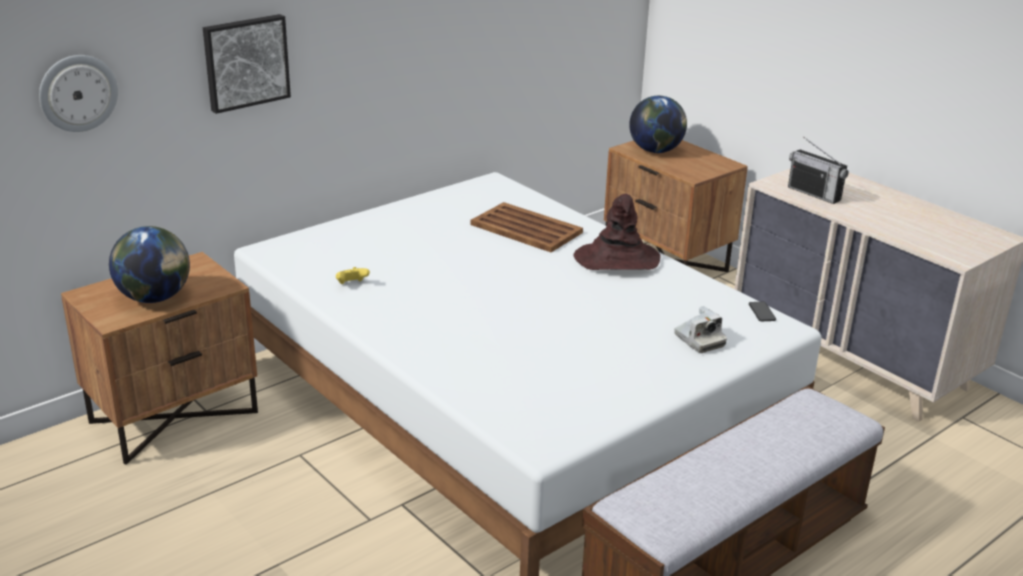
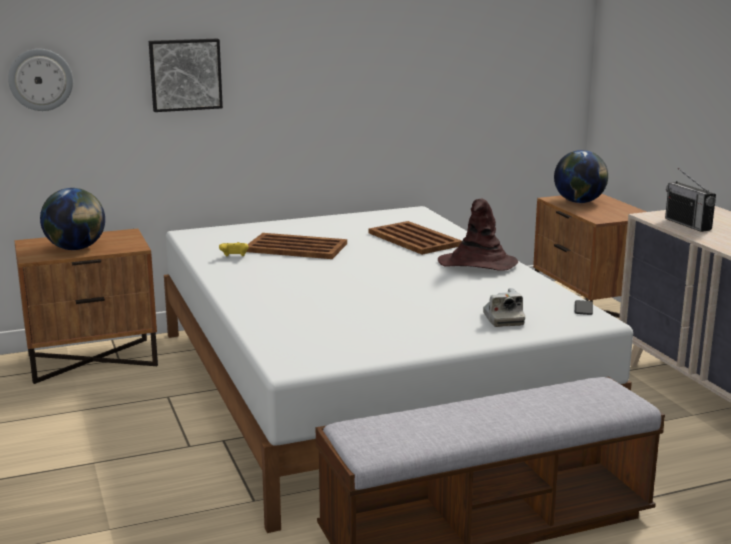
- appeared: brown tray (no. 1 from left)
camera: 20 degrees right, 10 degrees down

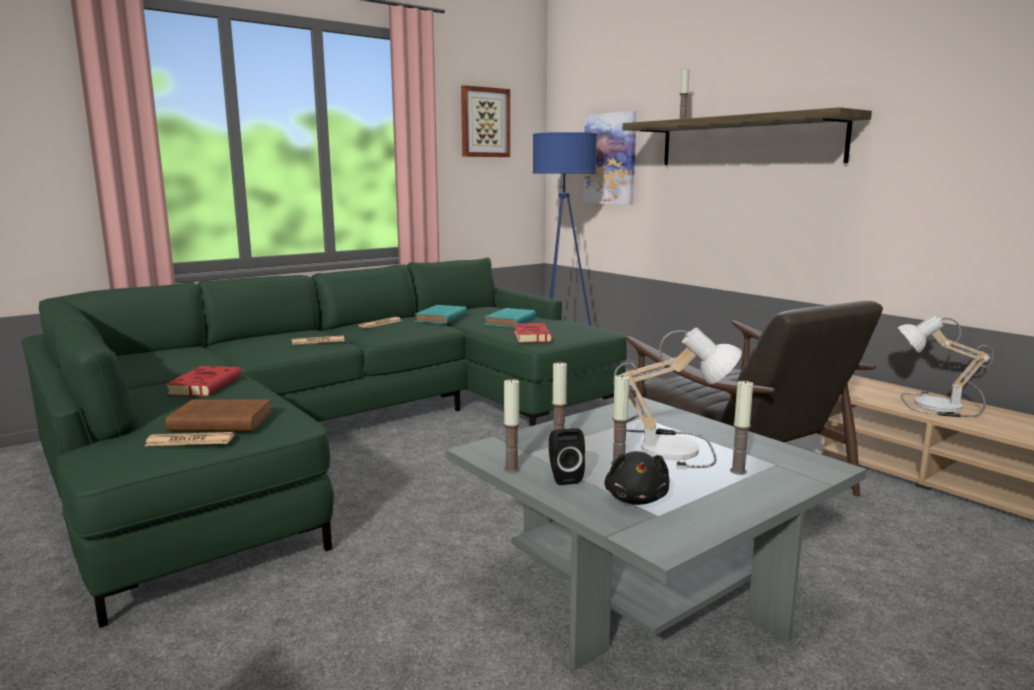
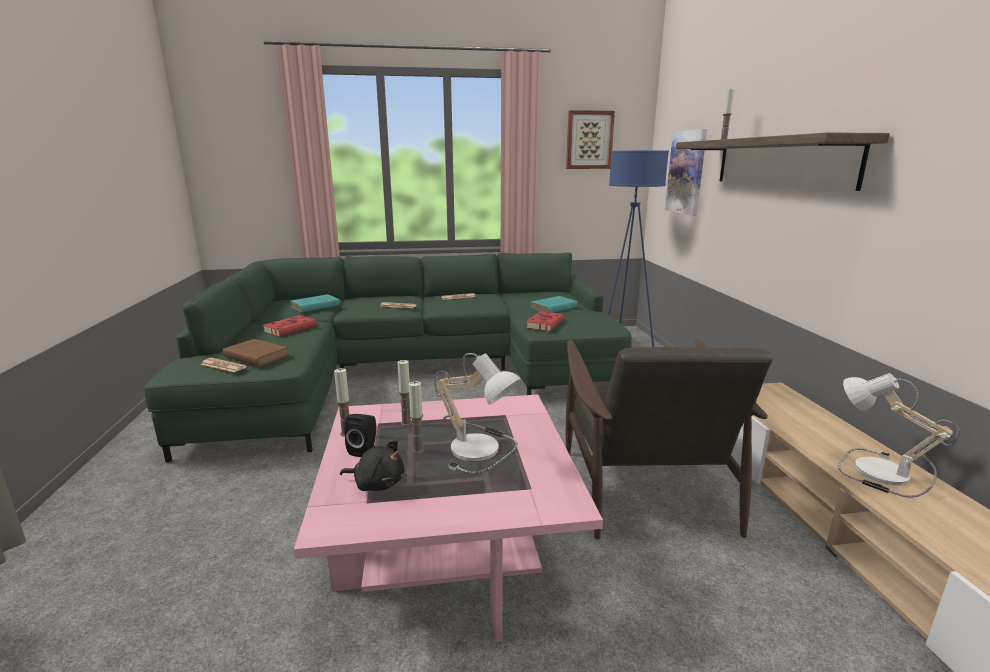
- relocated: turquoise book (no. 1 from left)
- colour: grey coffee table to pink coffee table
- spun: black plush toy 105 degrees counterclockwise
- missing: candle (no. 5 from left)
camera: 30 degrees right, 5 degrees up

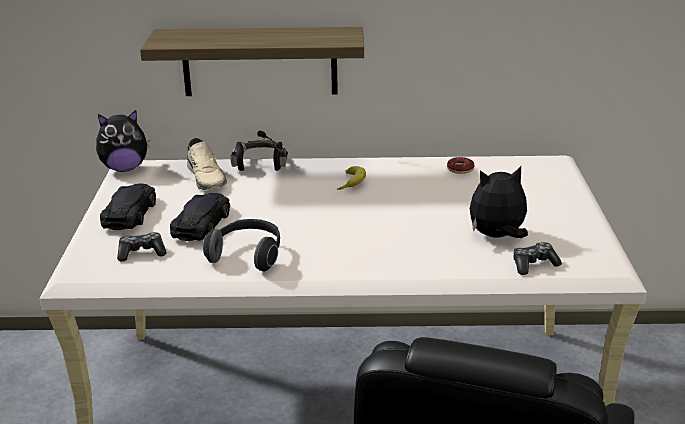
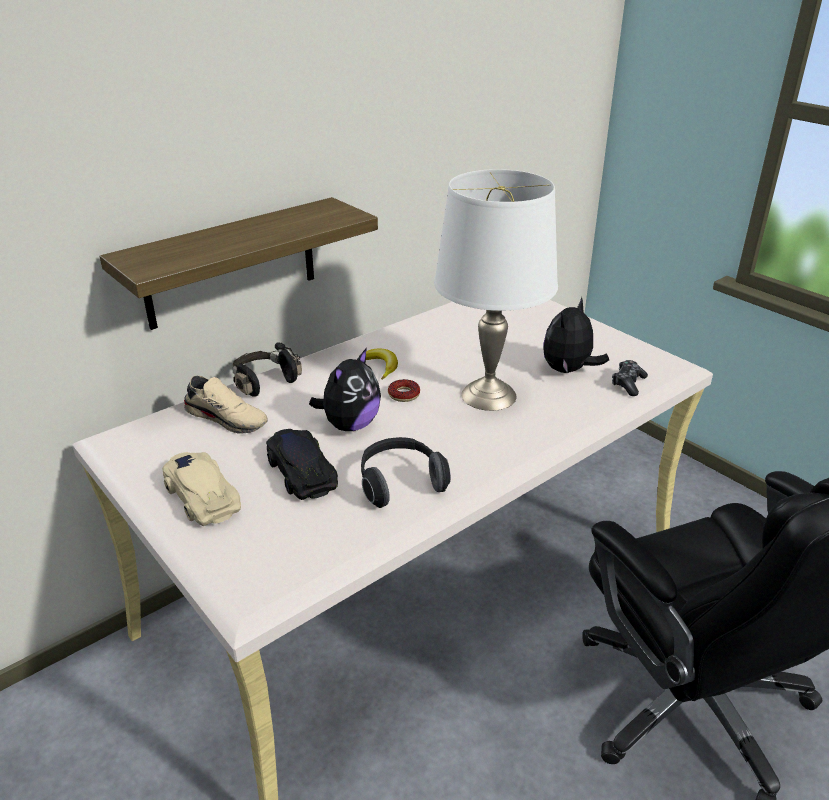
- relocated: plush toy (no. 1 from left)
- colour: black toy car (no. 1 from left) to beige toy car
- missing: game controller (no. 1 from left)
- relocated: donut
- appeared: white table lamp
camera: 40 degrees left, 5 degrees up

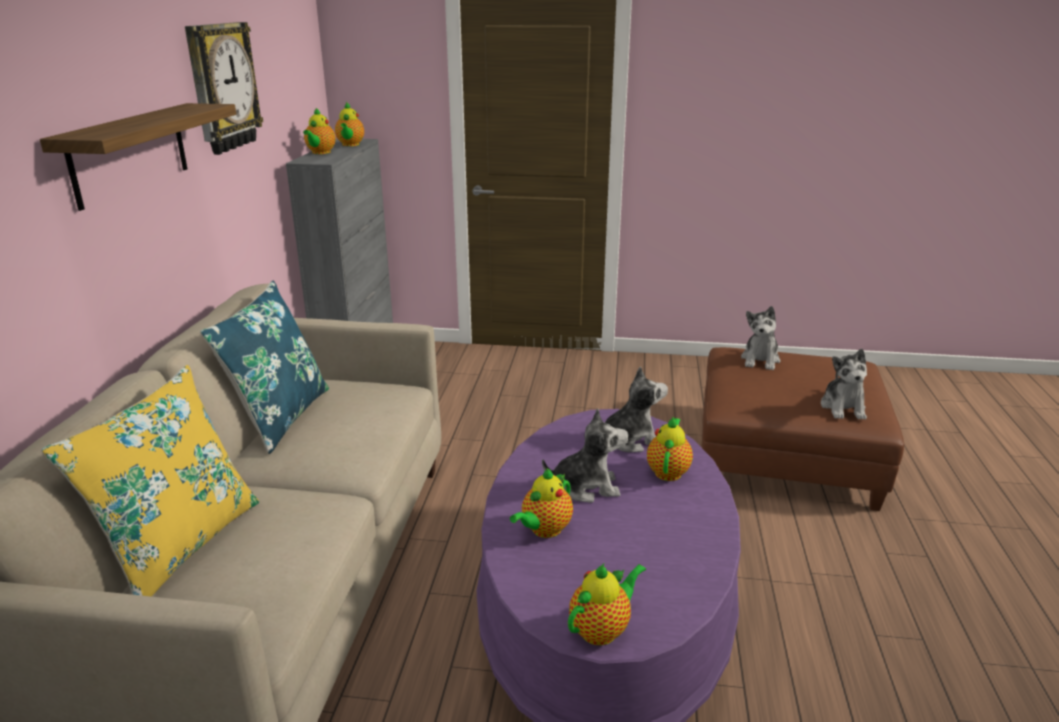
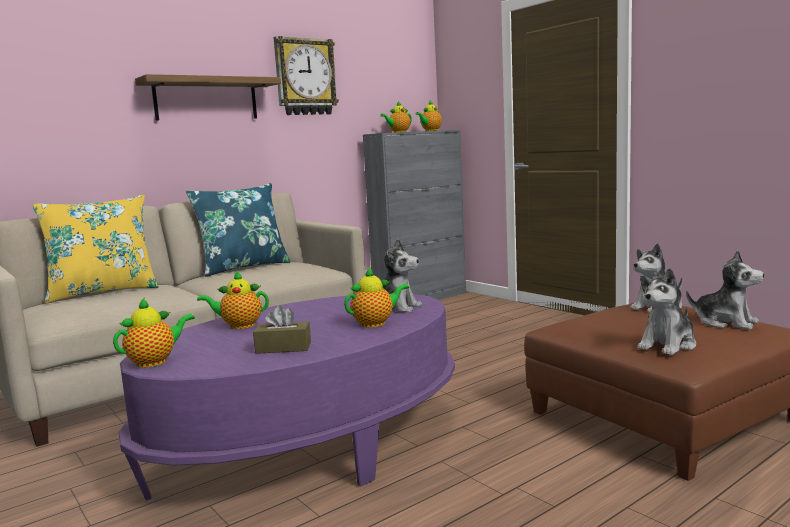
- relocated: plush toy (no. 1 from left in the first image) to plush toy (no. 4 from left)
- spun: teapot (no. 4 from left in the first image) 45 degrees counterclockwise
- appeared: brown tissue box
camera: 45 degrees right, 15 degrees down

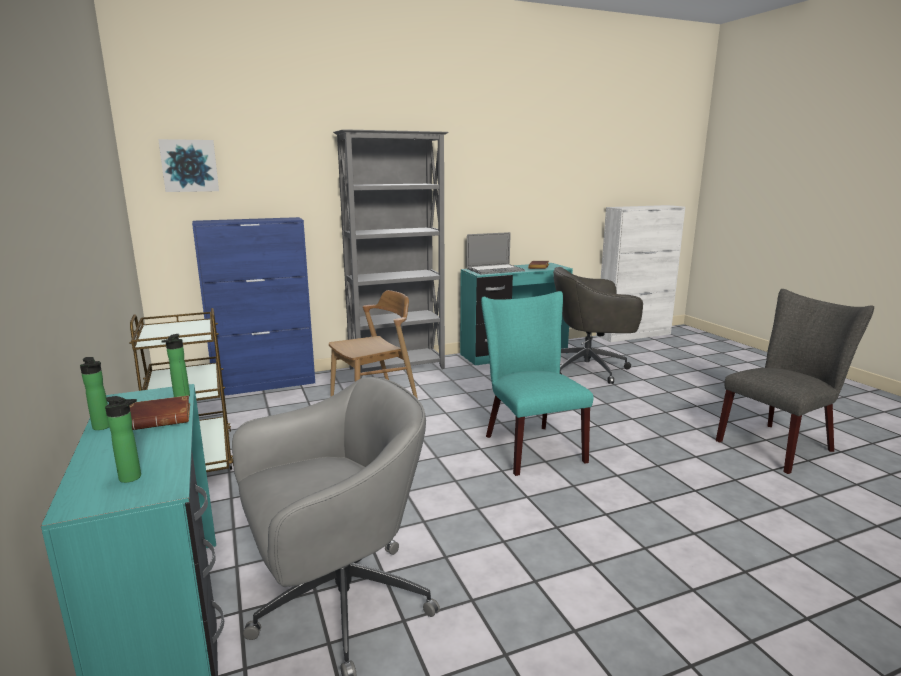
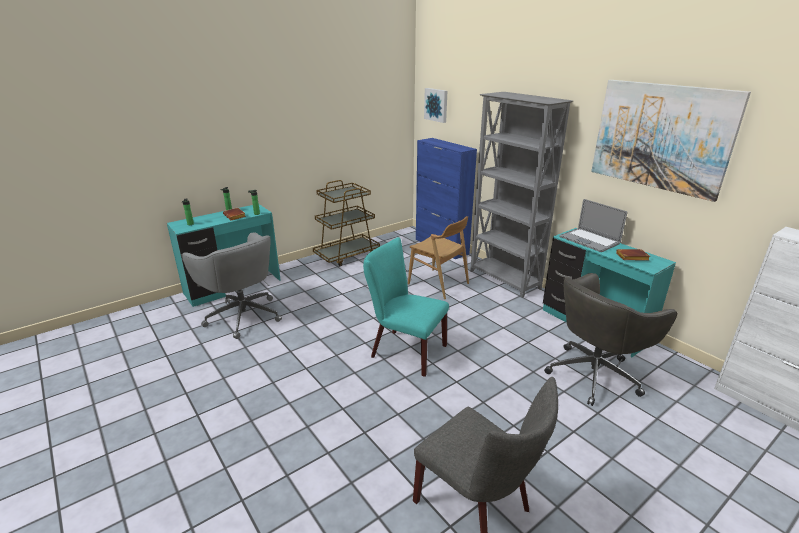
- spun: turquoise chair 120 degrees counterclockwise
- spun: grey office chair (no. 2 from left) 105 degrees counterclockwise
- appeared: picture (no. 2 from left)
camera: 75 degrees right, 10 degrees up

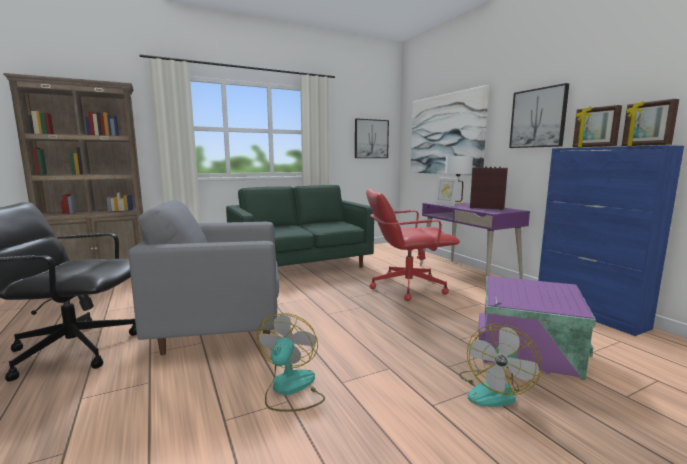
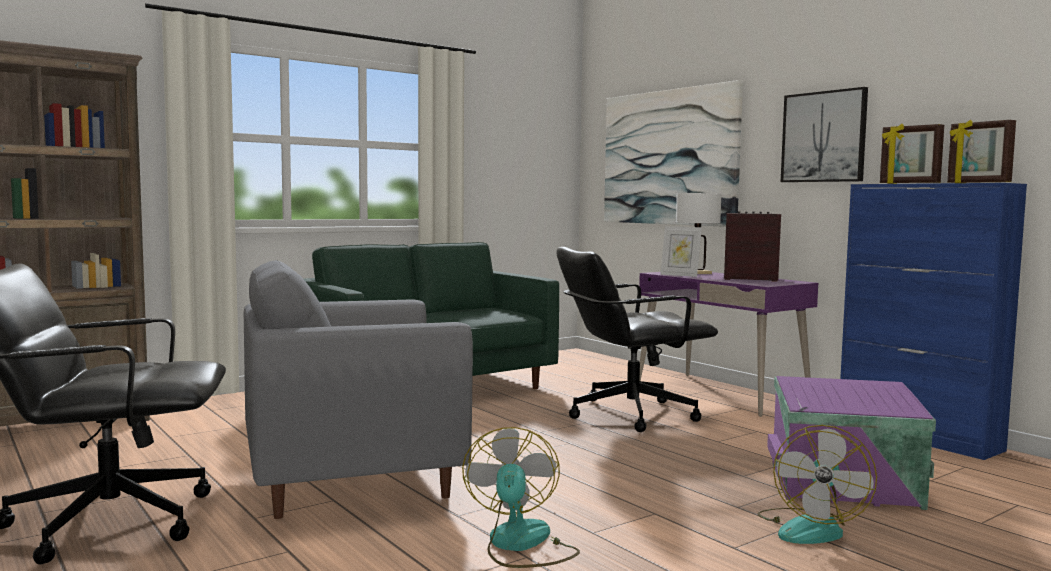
- missing: picture (no. 1 from left)
- colour: red office chair to black office chair (no. 2 from left)
camera: 10 degrees left, 5 degrees down

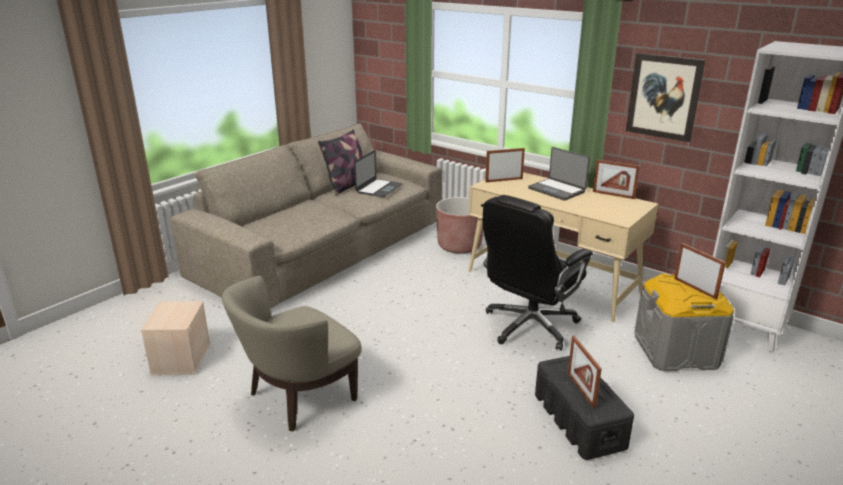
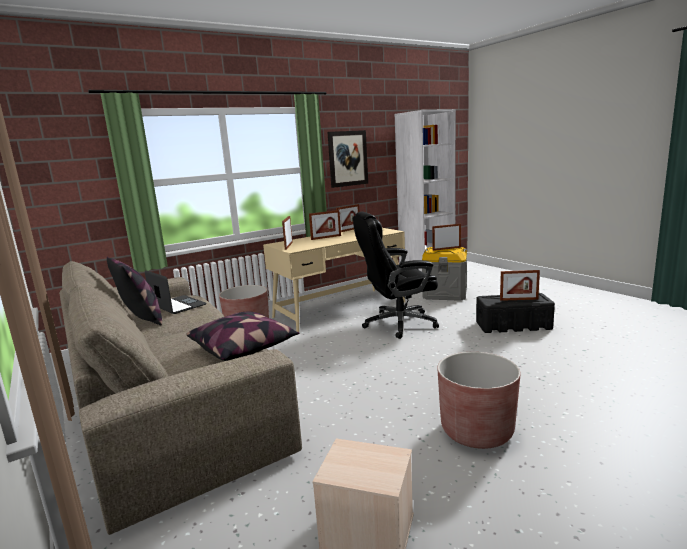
- exchanged: beige armchair to brown planter (no. 2 from left)
- spun: black office chair 105 degrees clockwise
- exchanged: laptop (no. 2 from left) to picture frame (no. 2 from left)
- appeared: pillow (no. 2 from left)
camera: 70 degrees left, 10 degrees down

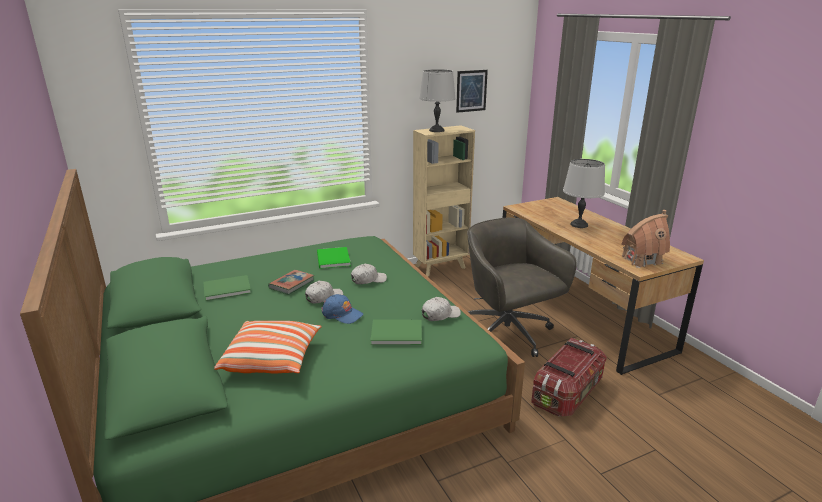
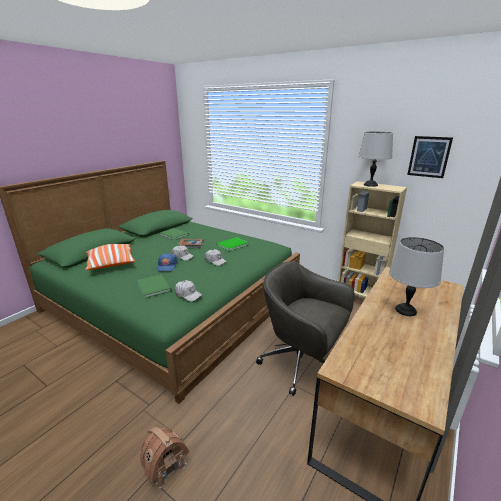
- spun: grey office chair 90 degrees counterclockwise
- missing: storage box
- relocated: toy house
camera: 60 degrees right, 0 degrees up

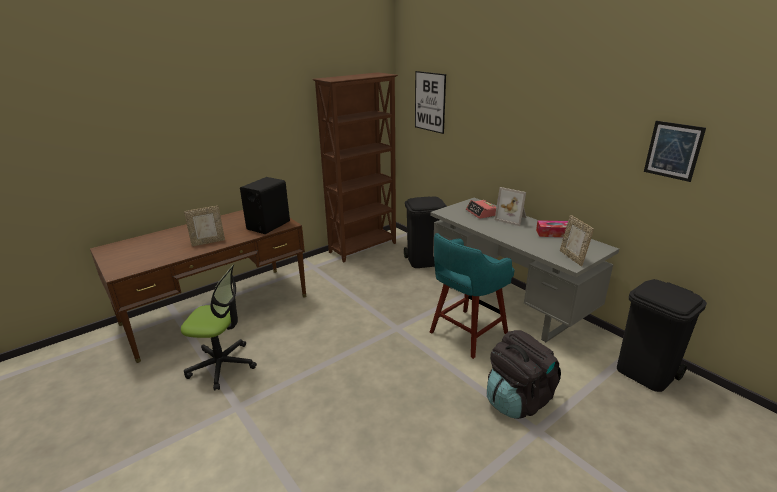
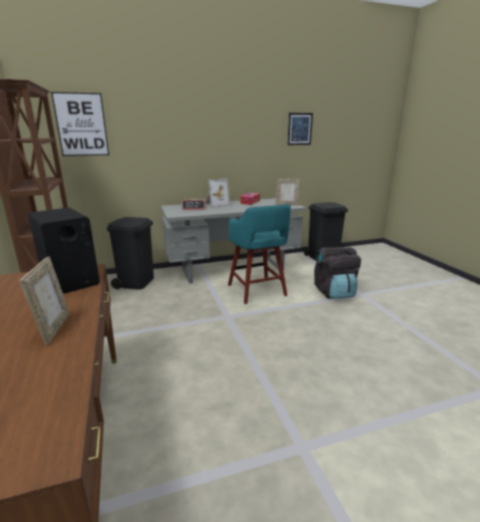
- missing: office chair
camera: 70 degrees left, 5 degrees down

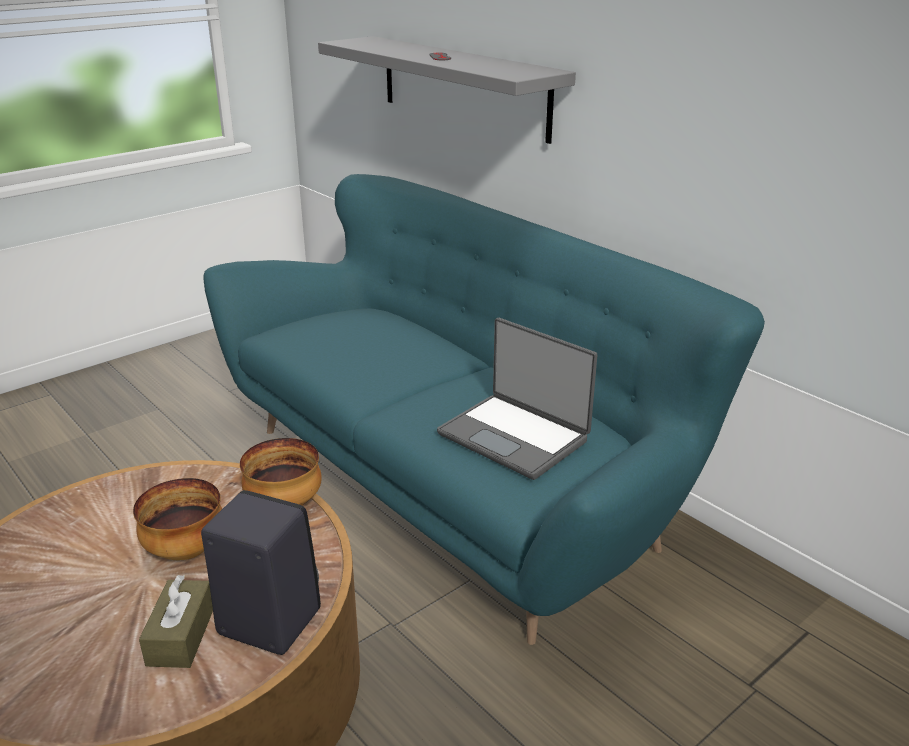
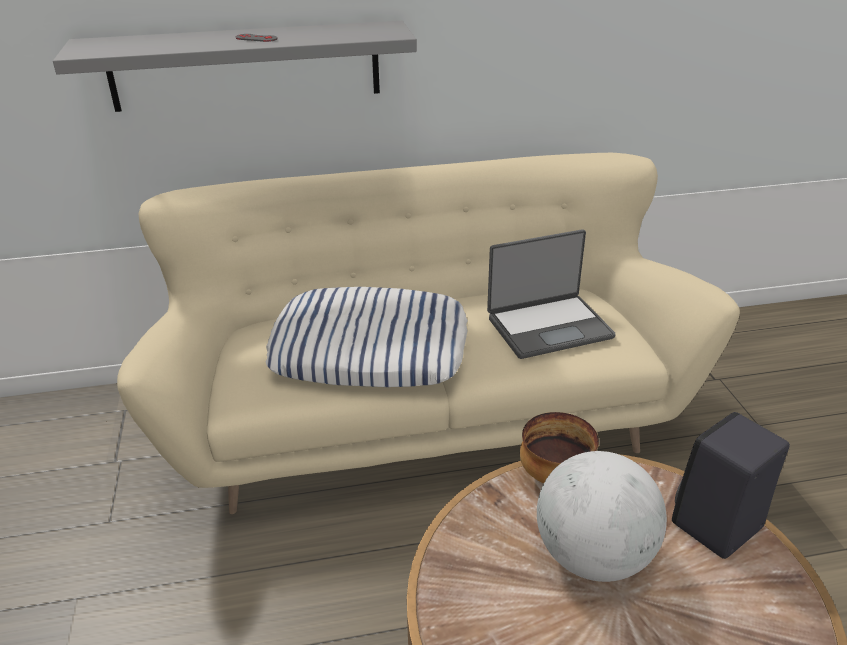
- exchanged: bowl (no. 1 from left) to globe
- missing: brown tissue box
- colour: turquoise sofa to beige sofa
- appeared: pillow
camera: 60 degrees left, 5 degrees up

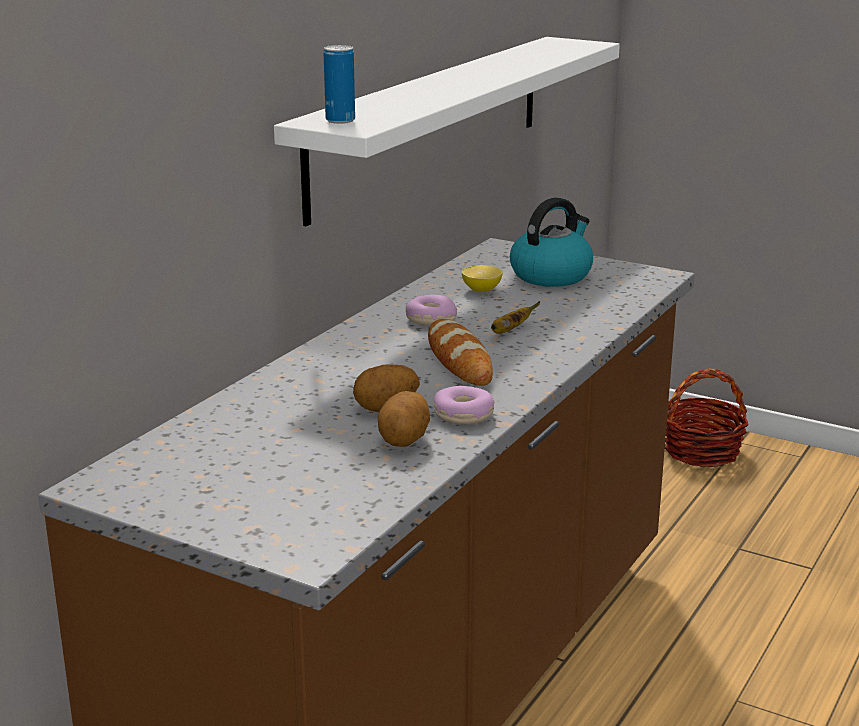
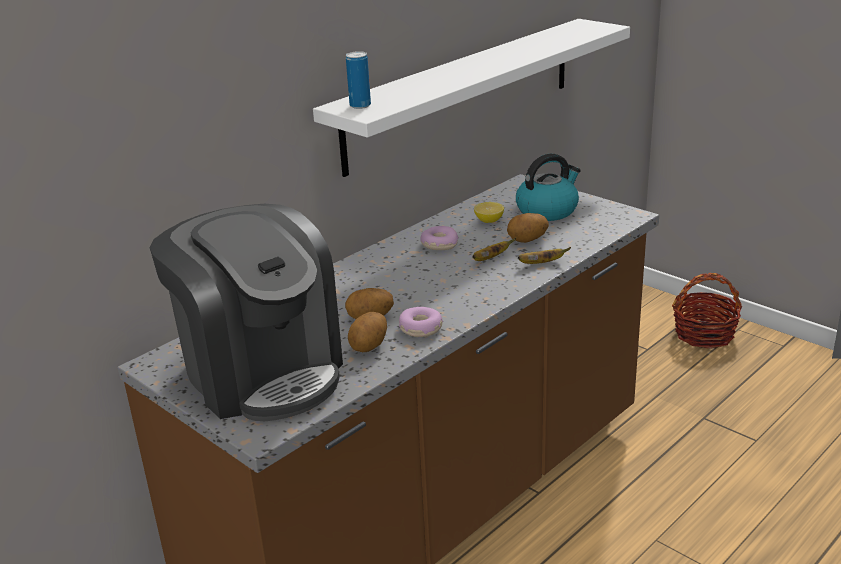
- missing: bread
- appeared: coffee machine
- appeared: potato (no. 3 from left)
- appeared: banana (no. 2 from left)
camera: 15 degrees right, 5 degrees up

